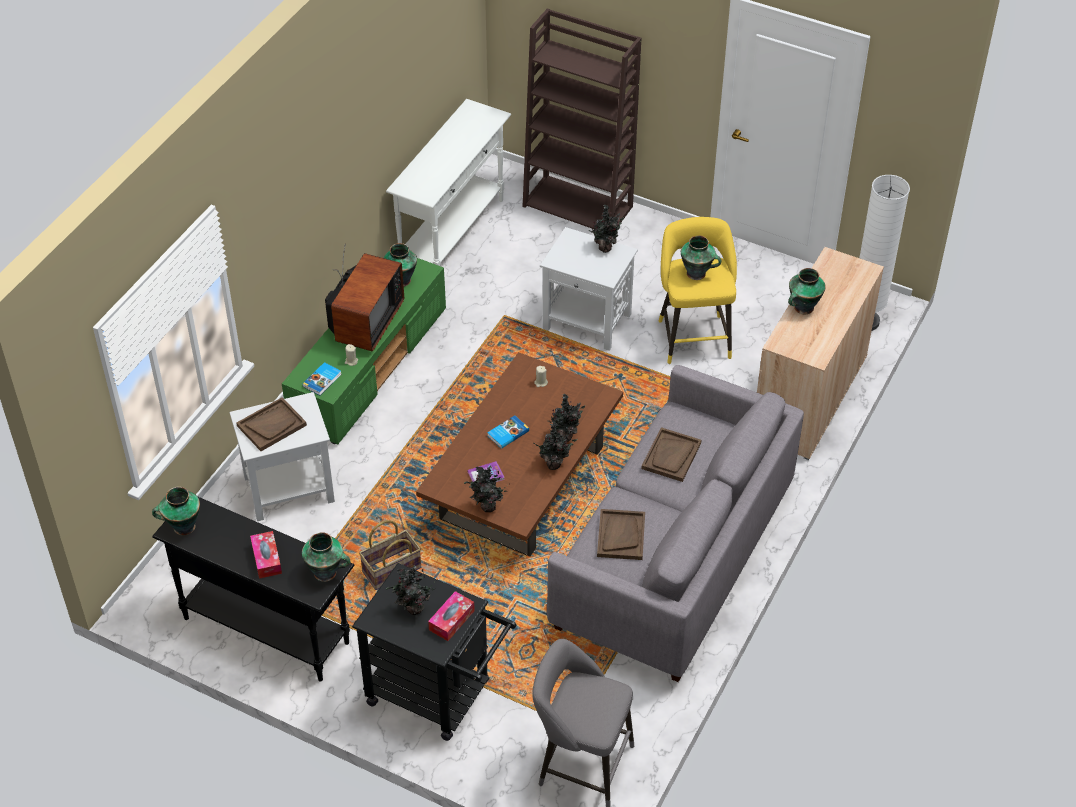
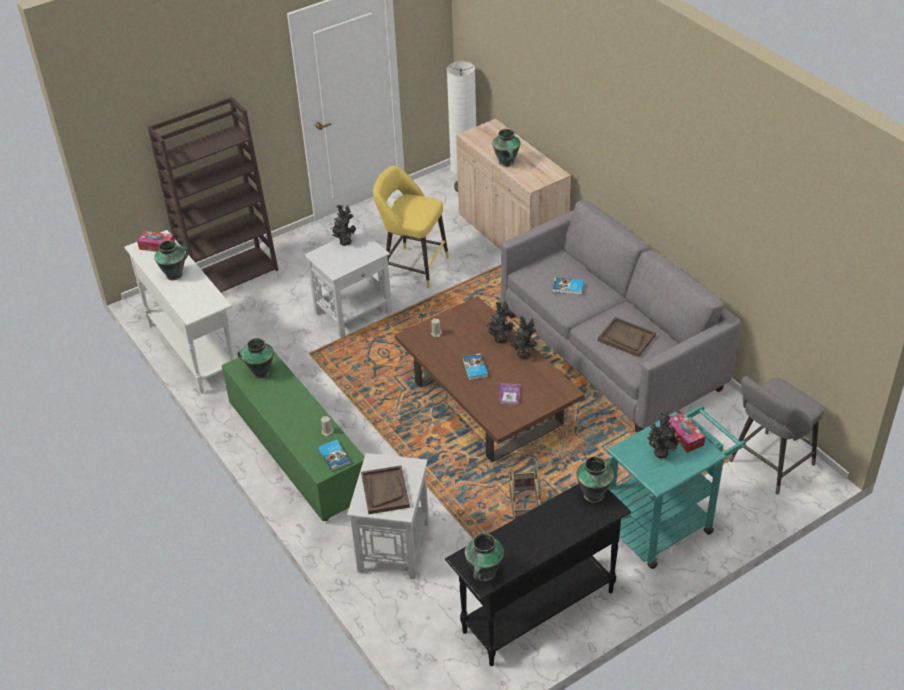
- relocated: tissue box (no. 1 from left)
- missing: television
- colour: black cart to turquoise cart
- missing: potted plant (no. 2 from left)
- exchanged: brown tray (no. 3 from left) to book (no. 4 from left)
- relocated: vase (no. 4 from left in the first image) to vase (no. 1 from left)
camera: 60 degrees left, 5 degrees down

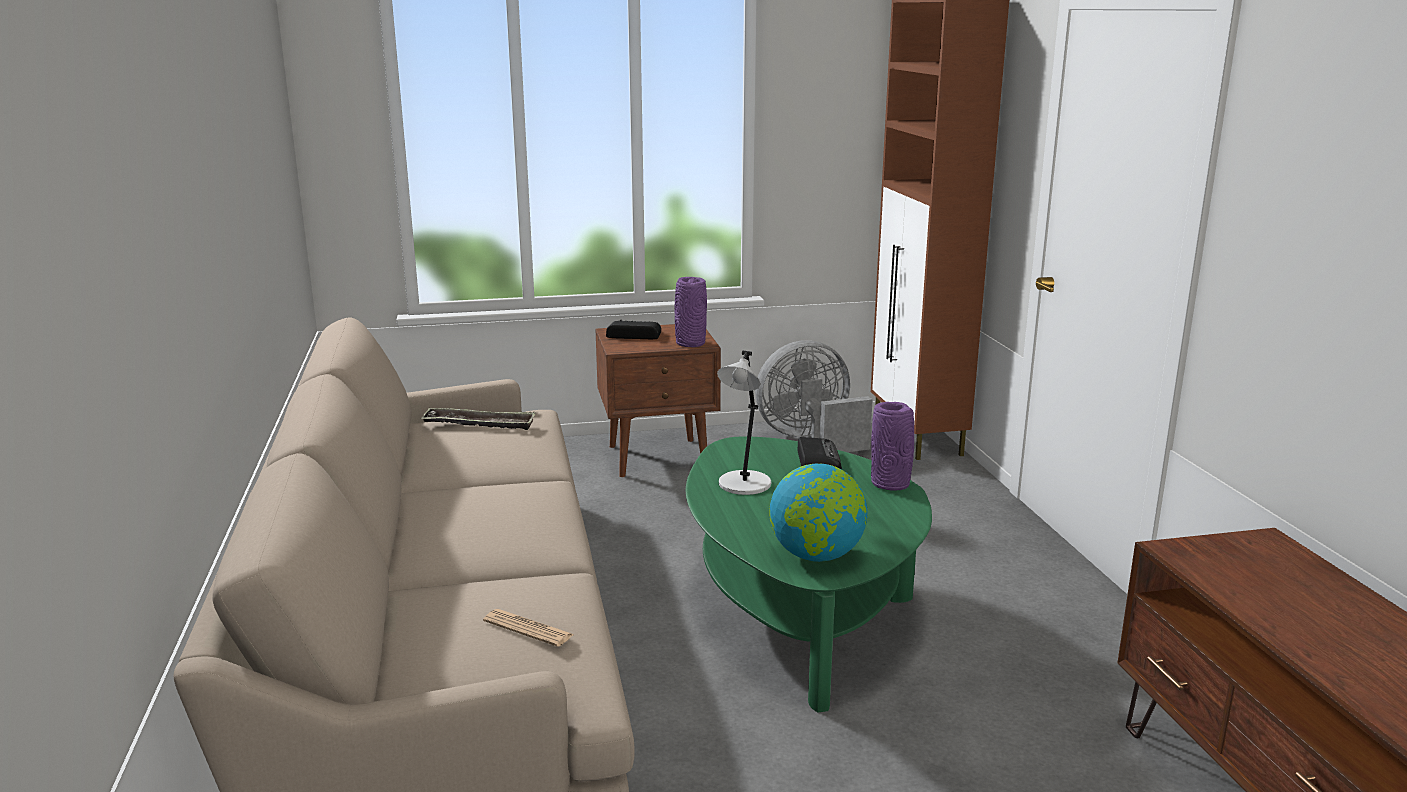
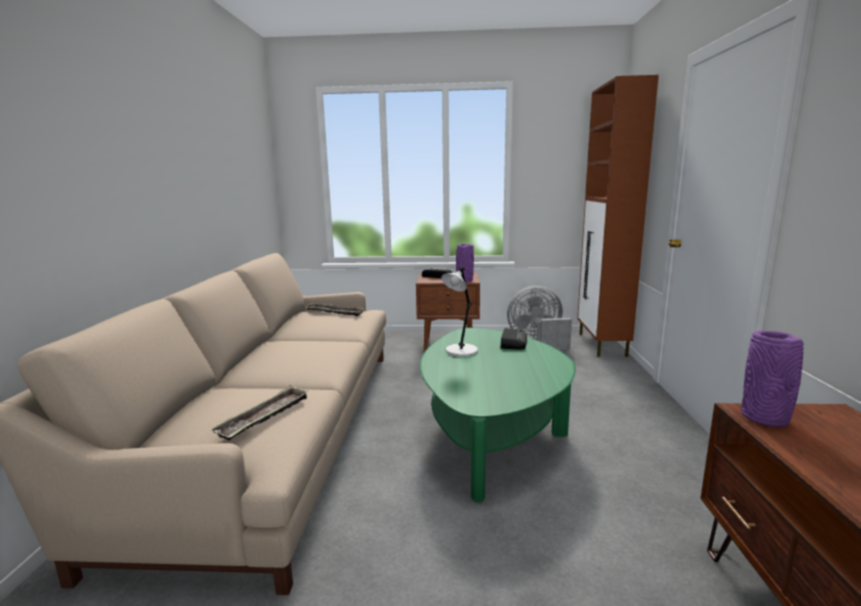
- exchanged: newspaper to tray (no. 1 from left)
- missing: globe
- relocated: purple vase (no. 2 from left)
camera: 15 degrees right, 5 degrees down

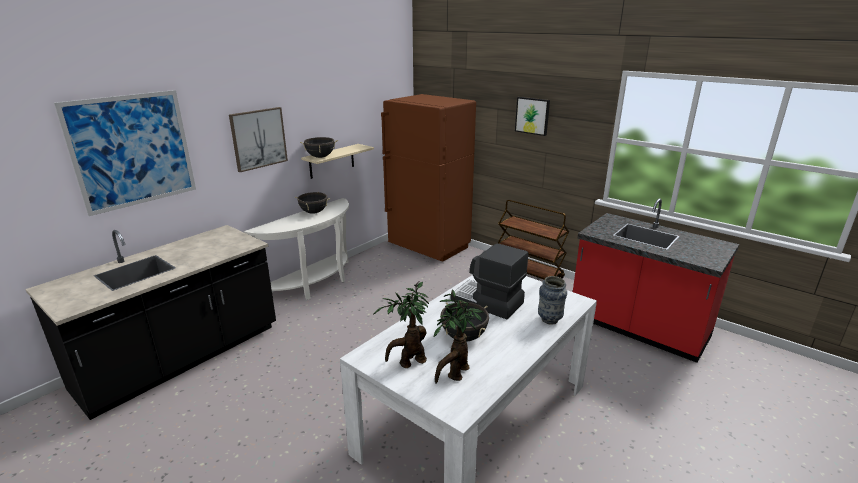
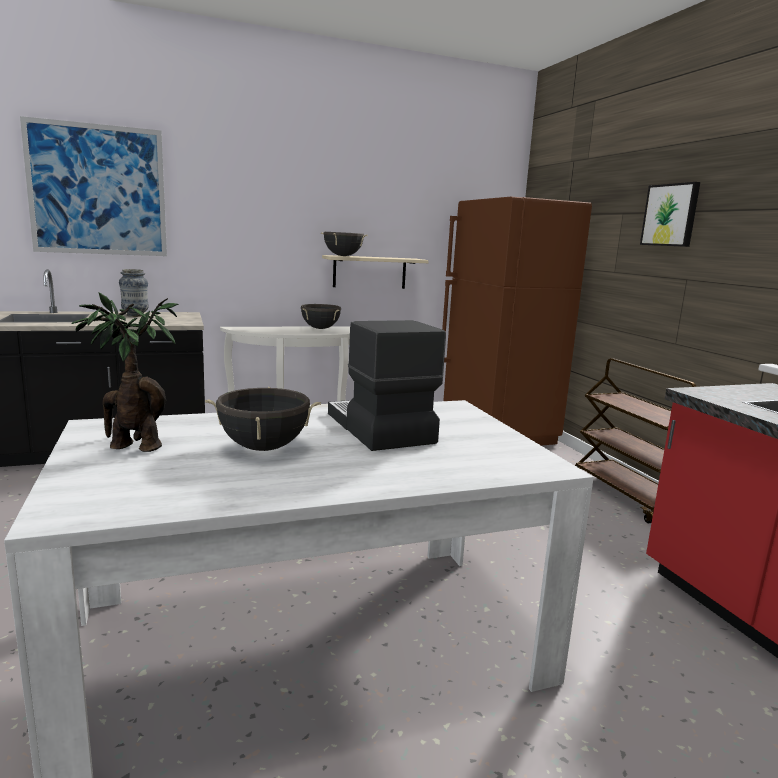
- missing: picture (no. 2 from left)
- missing: potted plant (no. 2 from left)
- relocated: vase
camera: 30 degrees right, 10 degrees down

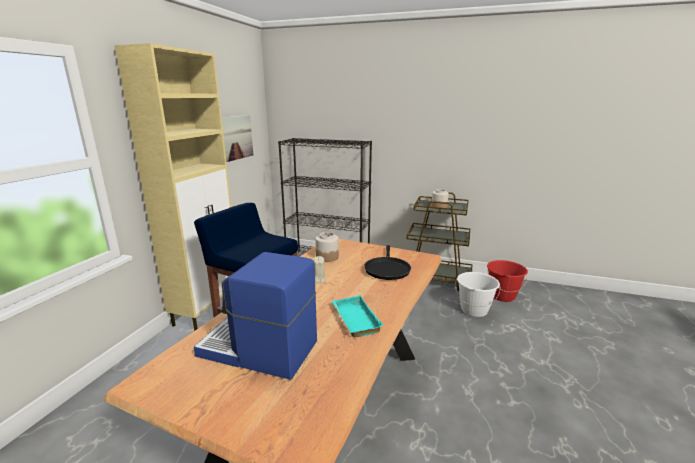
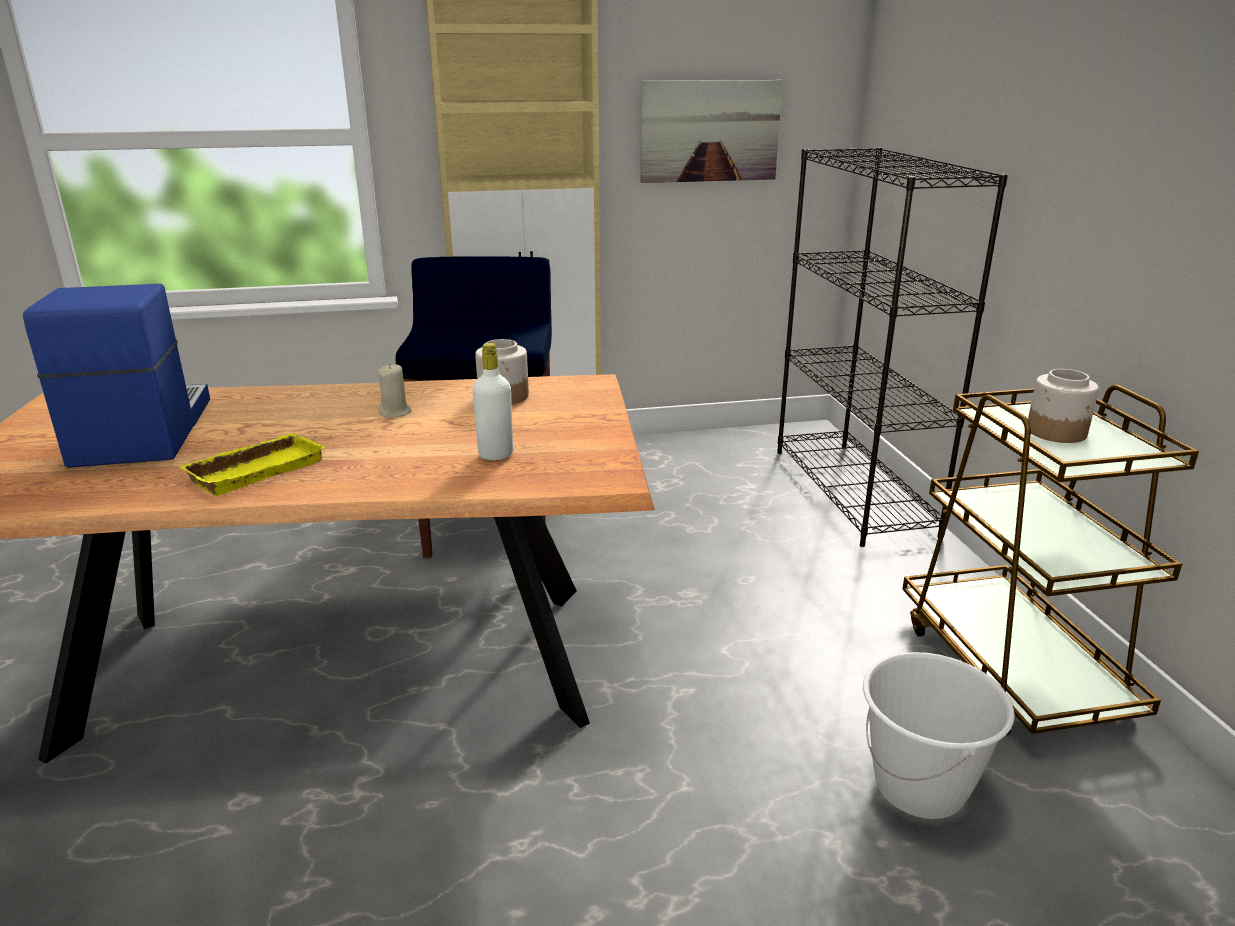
- colour: turquoise tray to yellow tray
- exchanged: black frying pan to white bottle
- missing: red bucket
camera: 60 degrees right, 5 degrees up

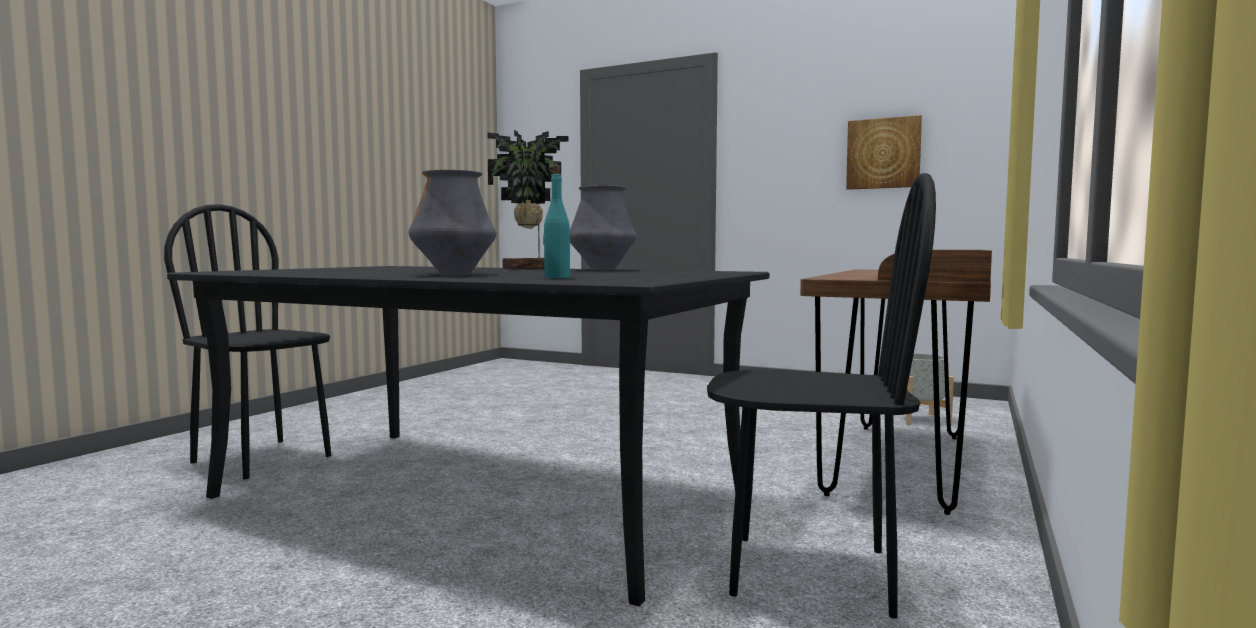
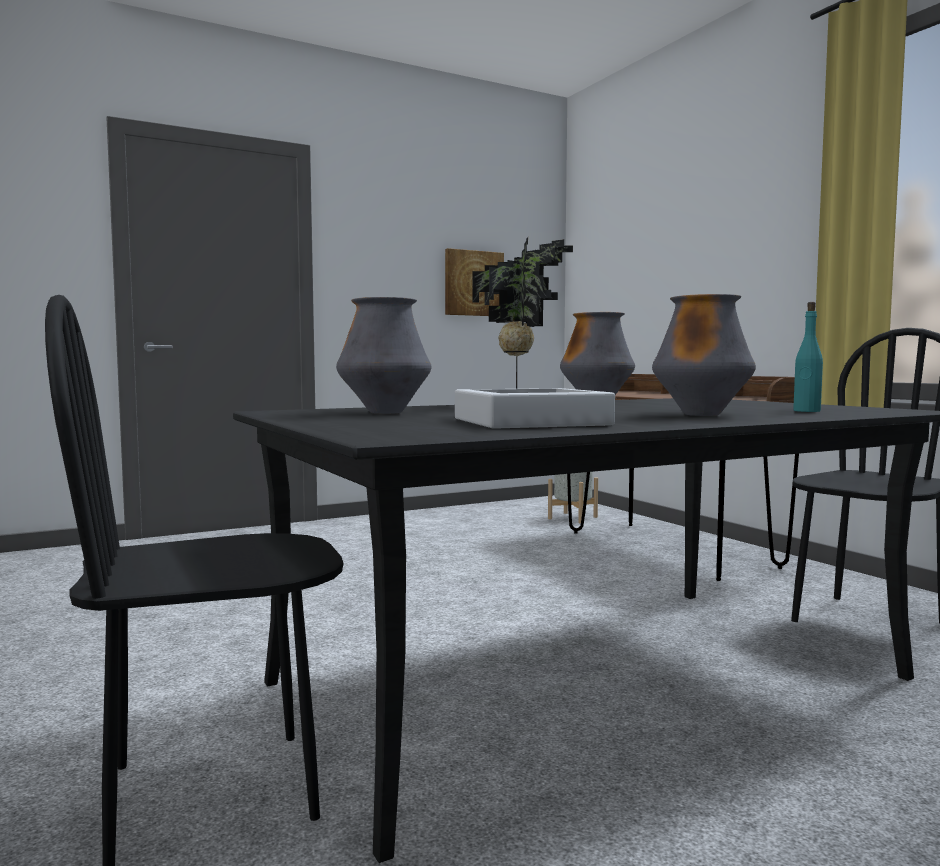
- appeared: vase (no. 1 from left)
- appeared: grey tray
camera: 55 degrees left, 0 degrees up

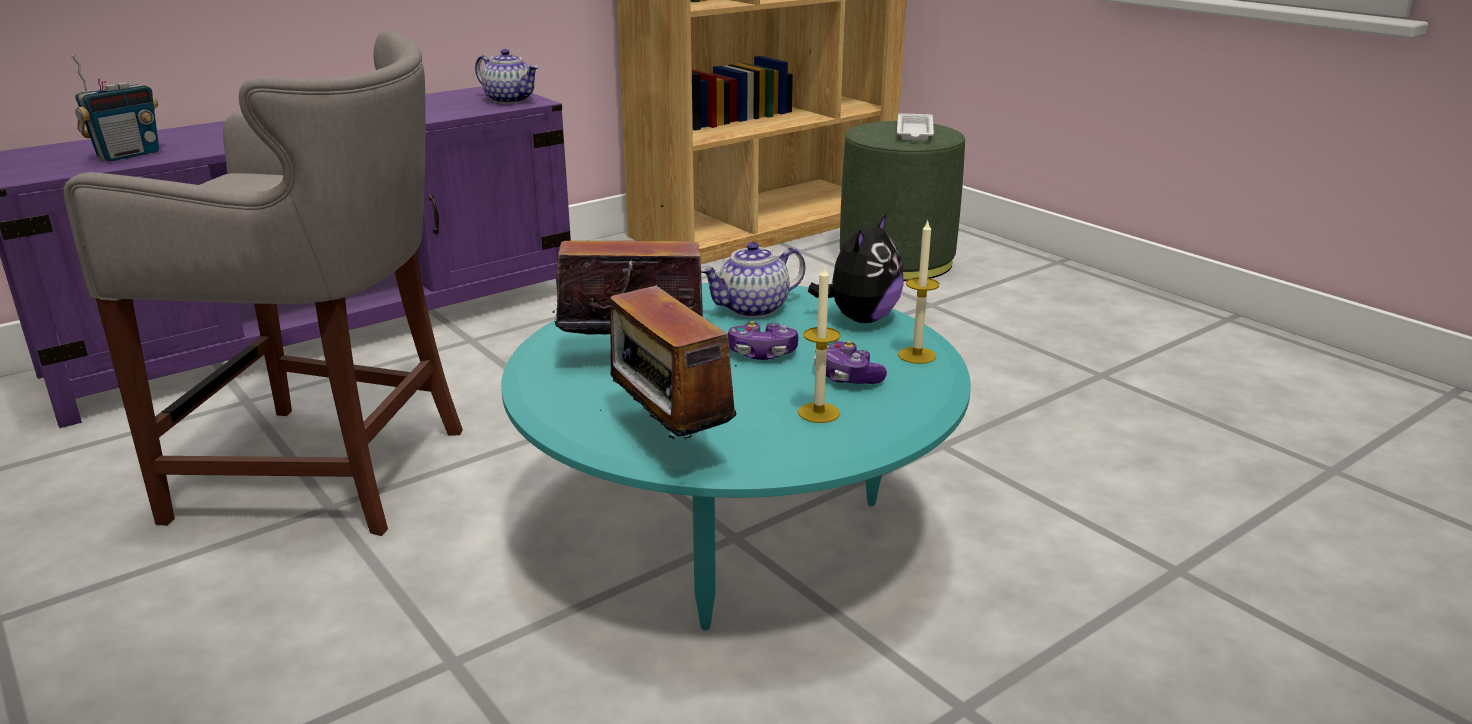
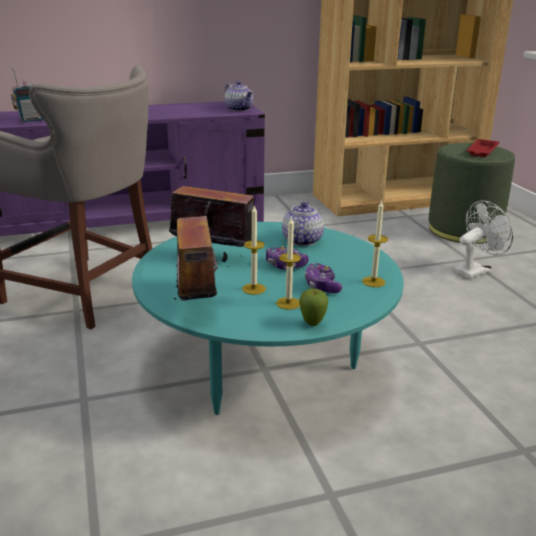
- spun: teapot (no. 2 from left) 105 degrees clockwise
- missing: plush toy
- colour: white tray to red tray
- appeared: candle (no. 1 from left)
- appeared: apple
- appeared: white fan
camera: 20 degrees right, 0 degrees up

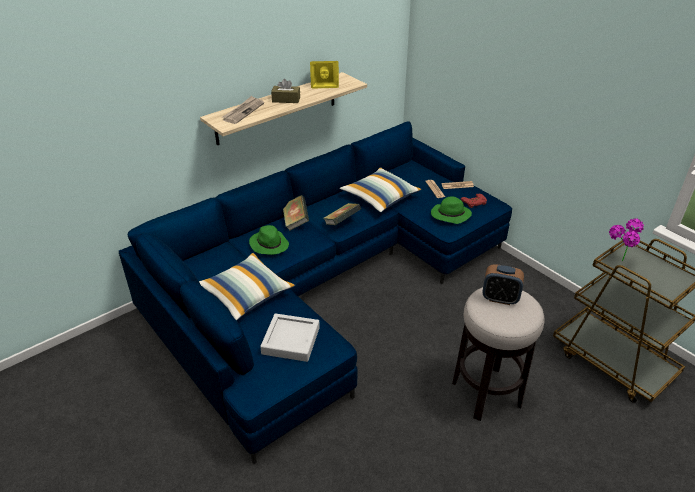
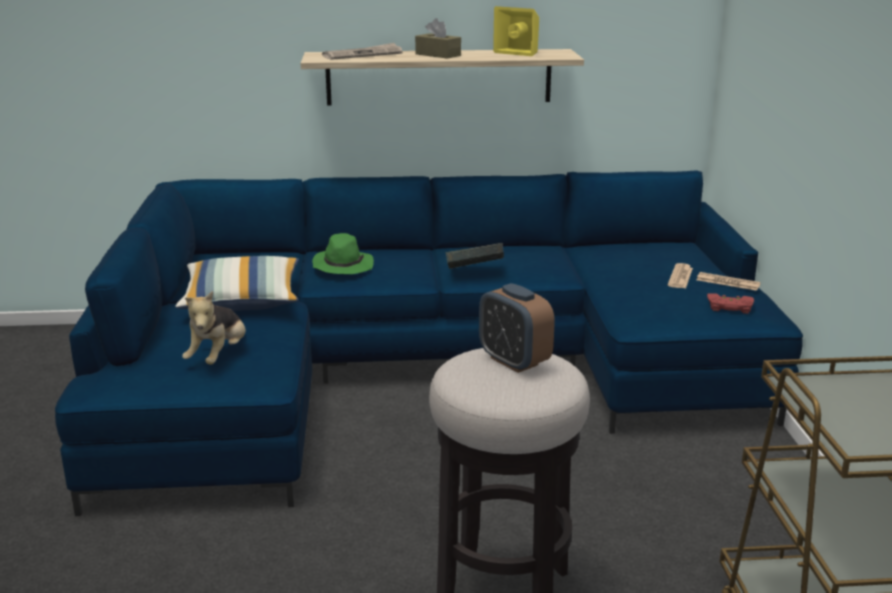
- exchanged: grey tray to plush toy
- missing: book (no. 1 from left)
- missing: pillow (no. 2 from left)
- missing: green hat (no. 2 from left)
- missing: potted plant
camera: 35 degrees right, 15 degrees down

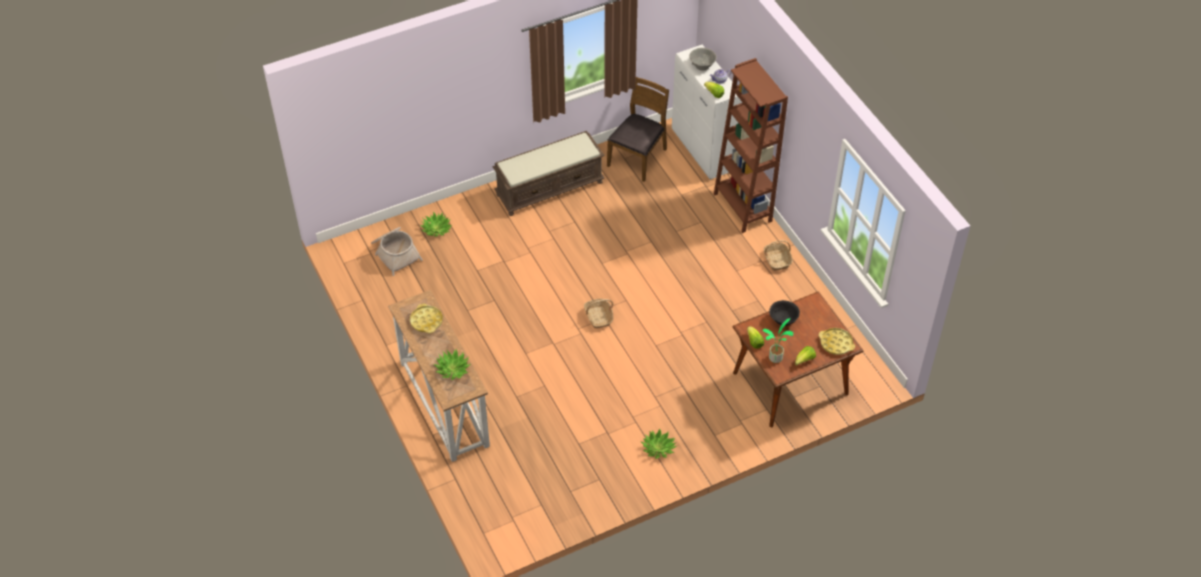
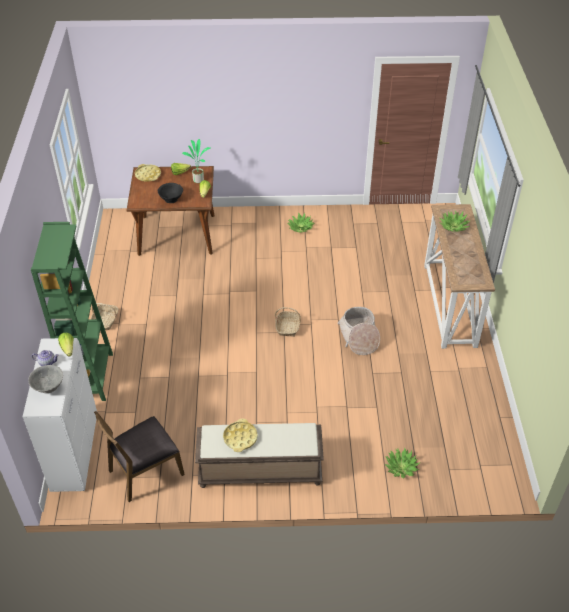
- relocated: basket (no. 1 from left in the first image) to basket (no. 3 from left)
- relocated: yellow tray (no. 1 from left in the first image) to yellow tray (no. 2 from left)
- colour: brown bookcase to green bookcase
camera: 155 degrees left, 5 degrees down

